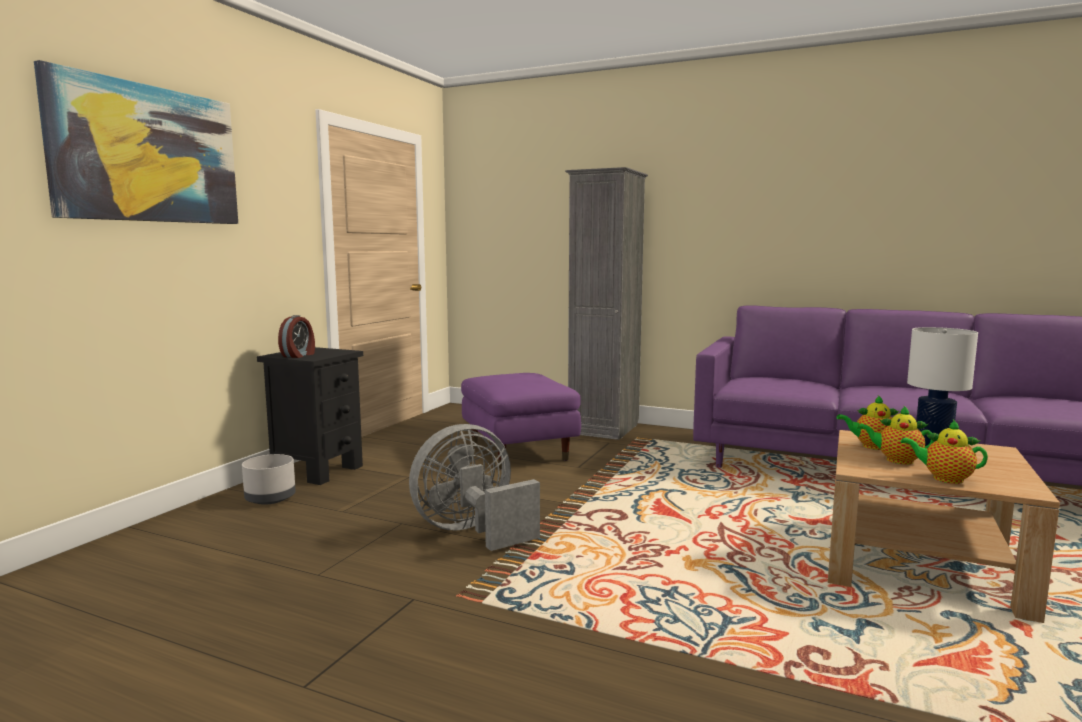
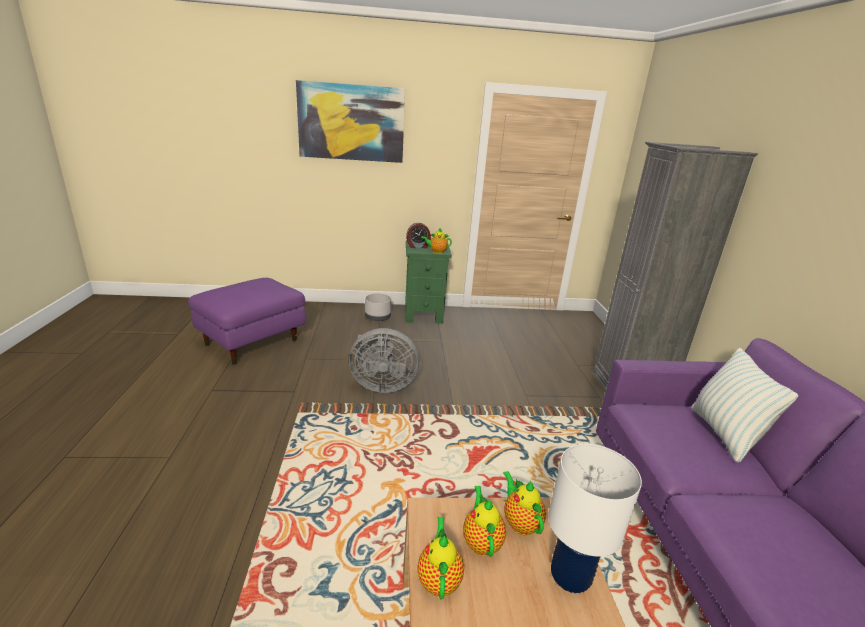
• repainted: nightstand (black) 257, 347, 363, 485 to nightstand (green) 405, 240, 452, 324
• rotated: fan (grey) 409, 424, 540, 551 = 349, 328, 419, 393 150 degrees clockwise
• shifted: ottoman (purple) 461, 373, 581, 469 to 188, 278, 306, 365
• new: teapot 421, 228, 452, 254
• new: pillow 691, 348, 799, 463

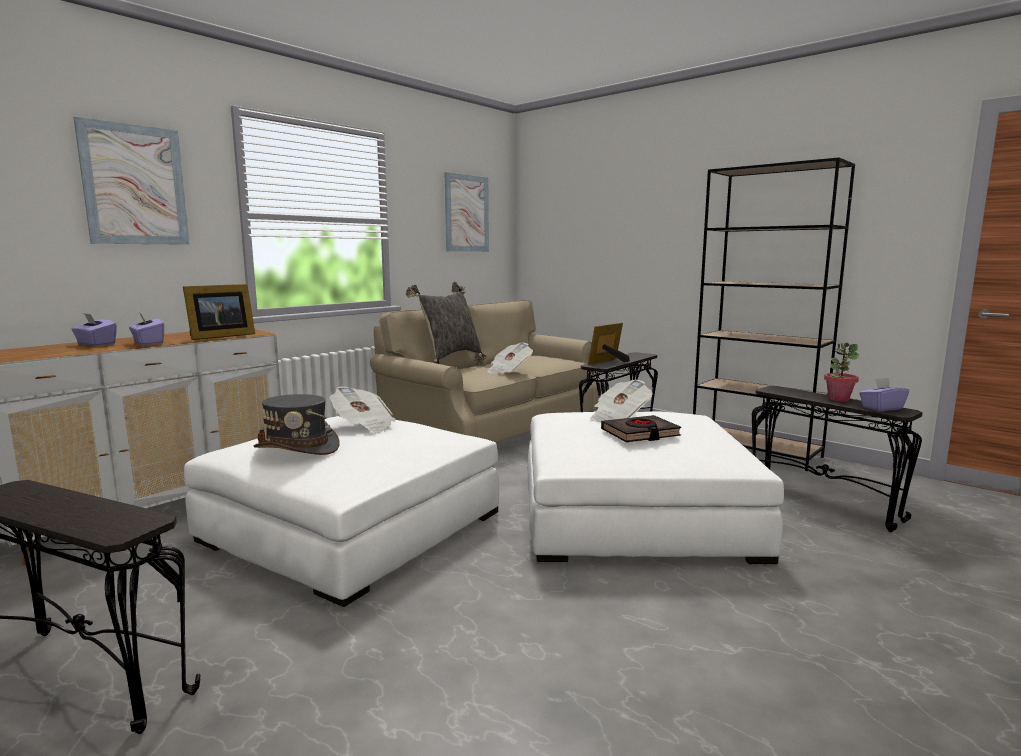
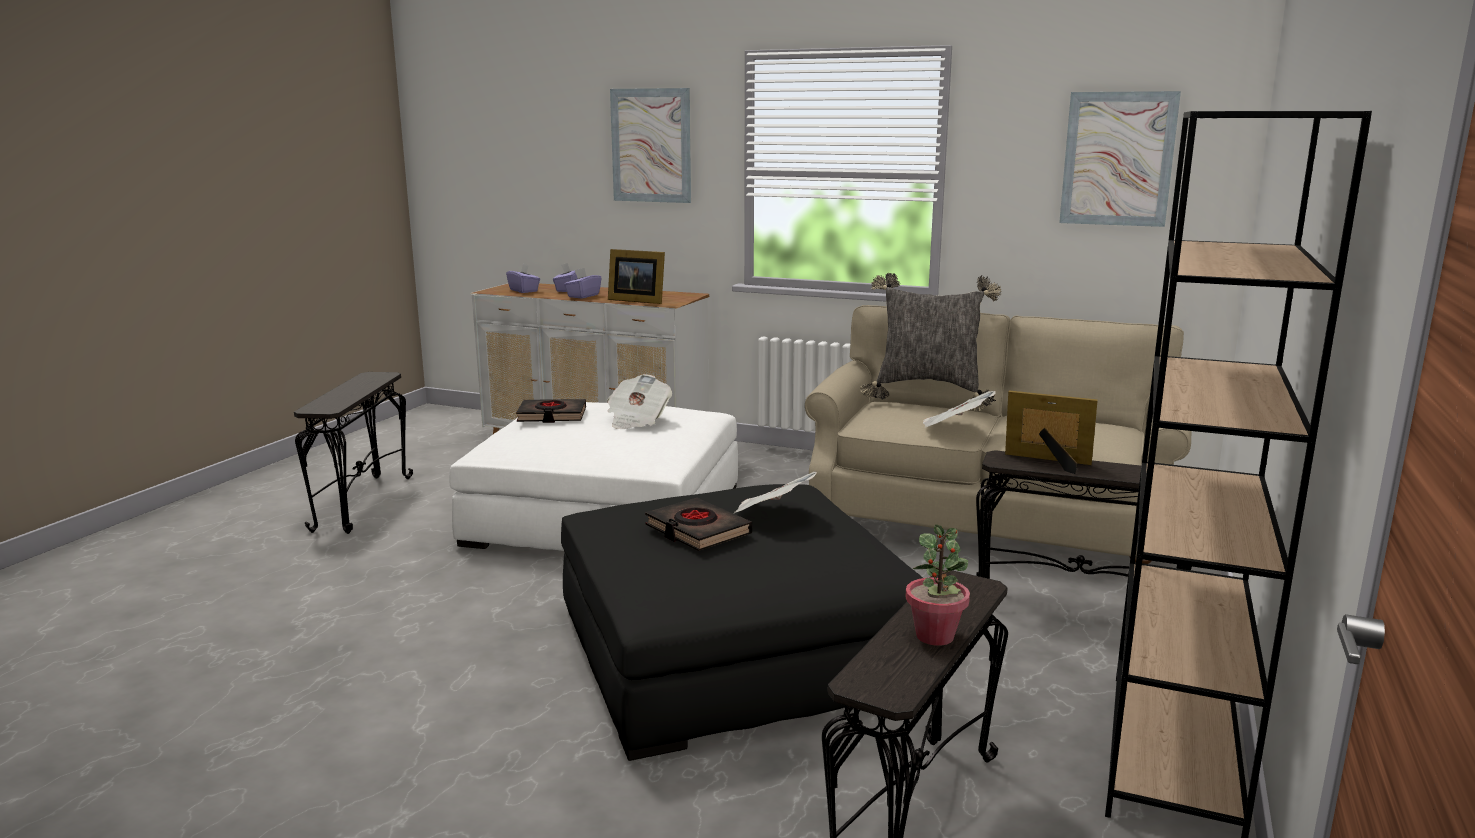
• swapped: hat (grey) 254, 394, 340, 455 to book (black) 516, 399, 586, 423
• repainted: ottoman (white) 527, 411, 784, 565 to ottoman (black) 561, 484, 931, 761
• shifted: tissue box (purple) 859, 378, 909, 411 to 506, 264, 540, 293

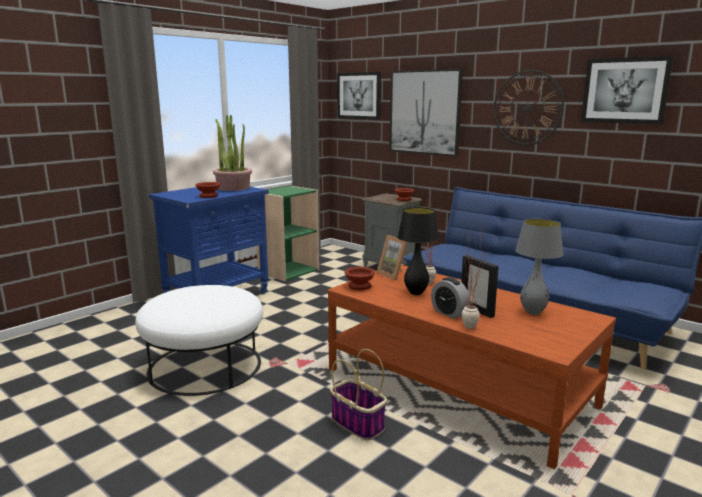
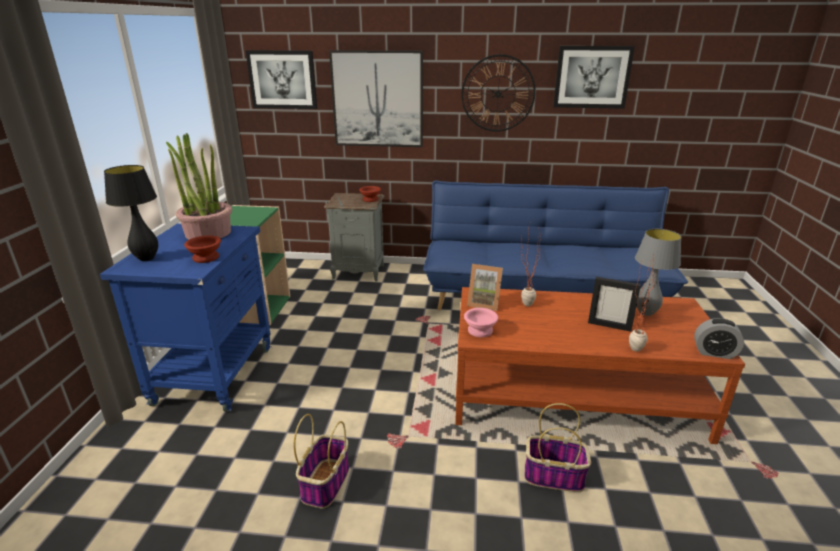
• swapped: ottoman (white) 135, 285, 263, 396 to basket 294, 414, 349, 509
• repainted: bowl (brown) 344, 267, 375, 290 to bowl (pink) 464, 308, 498, 338
• shifted: table lamp (black) 397, 207, 439, 295 to 104, 165, 158, 261
• shifted: alarm clock 431, 277, 470, 319 to 694, 318, 744, 359

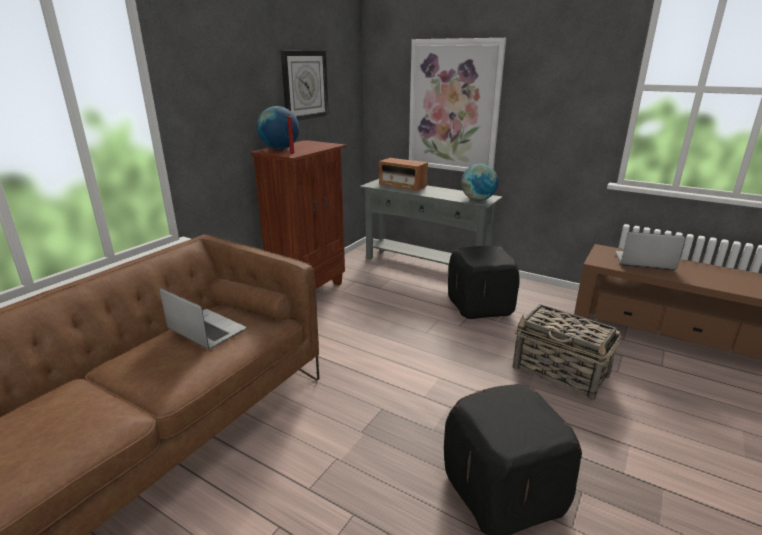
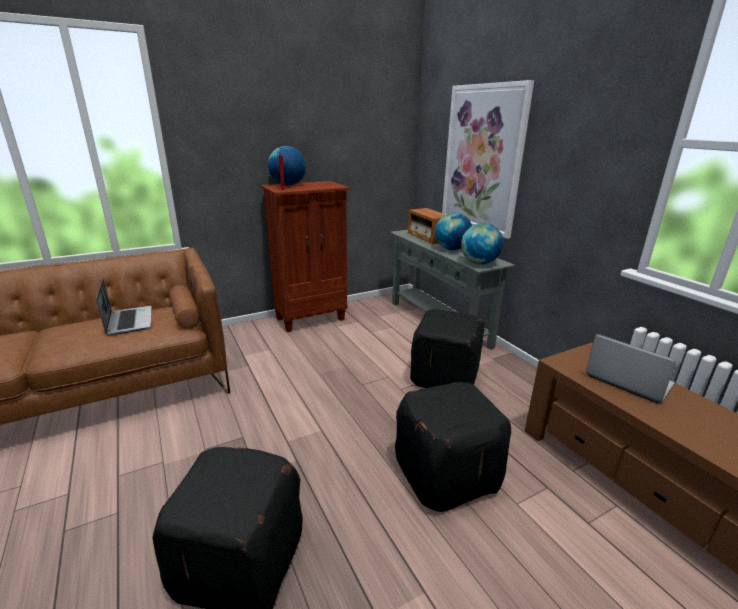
• gone: wall clock 281, 51, 329, 120
• swapped: basket 513, 304, 621, 401 to ottoman (black) 395, 382, 511, 512
• new: globe 435, 212, 472, 250

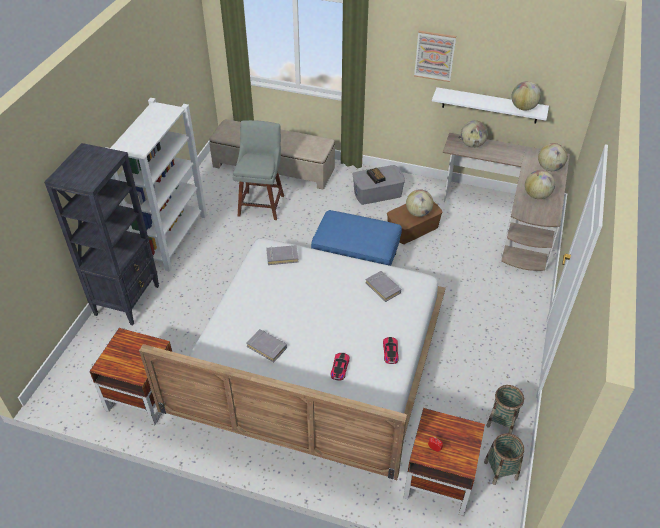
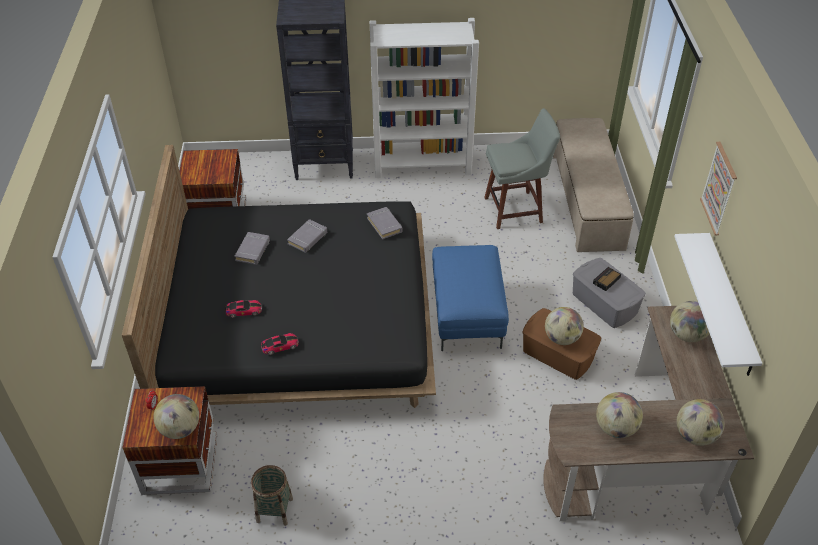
• repainted: bed (white) 139, 238, 446, 480 to bed (black) 122, 145, 436, 408
• shifted: book (grey) 365, 271, 401, 302 to 287, 219, 327, 253
• gone: basket 484, 433, 524, 485
• shifted: globe 512, 81, 541, 110 to 153, 394, 199, 439

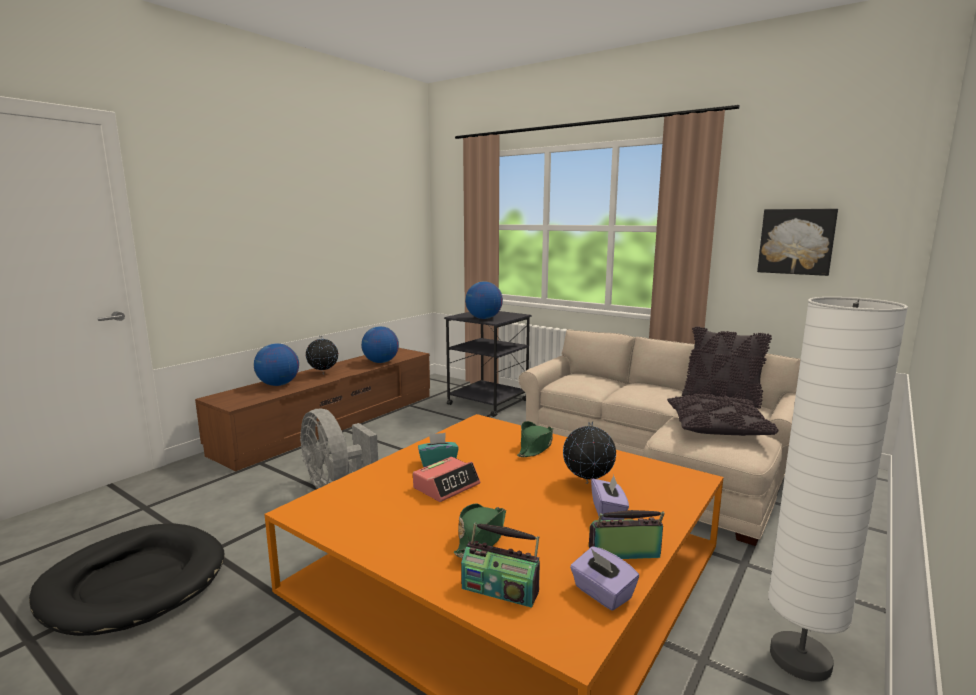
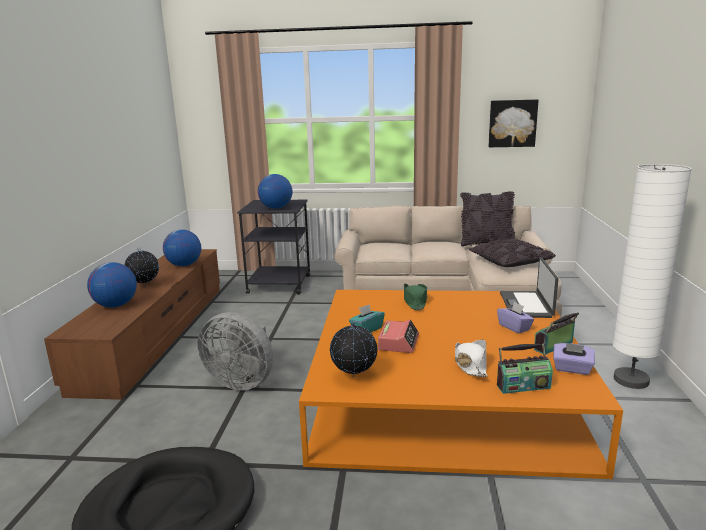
• repainted: hat (green) 454, 503, 506, 558 to hat (white) 455, 340, 488, 377
• shifted: globe 563, 421, 616, 484 to 330, 321, 378, 377
• new: laptop 500, 257, 559, 318

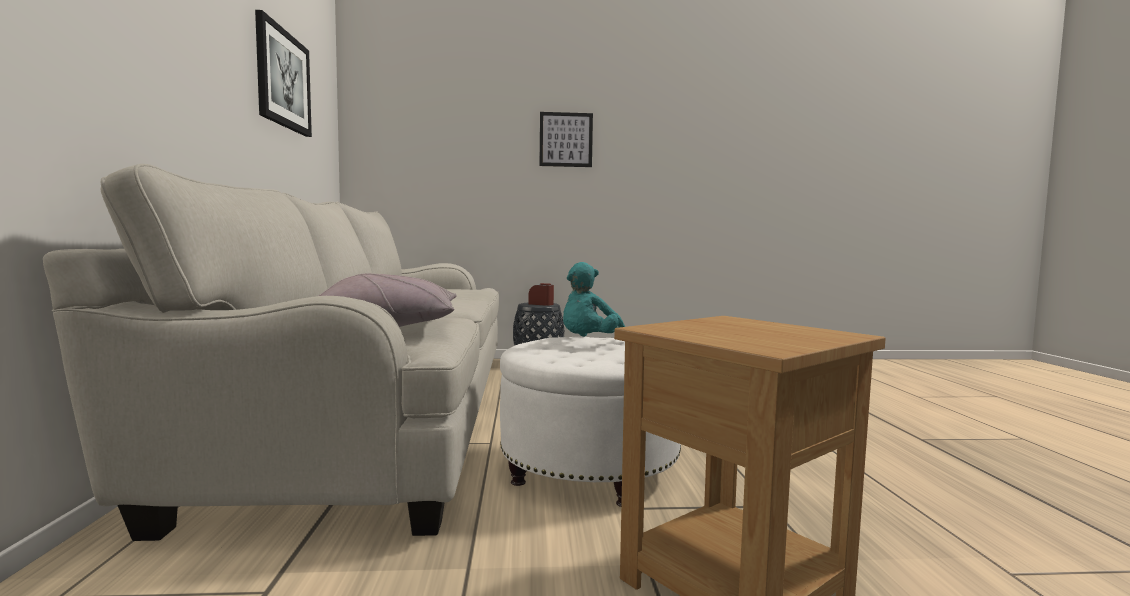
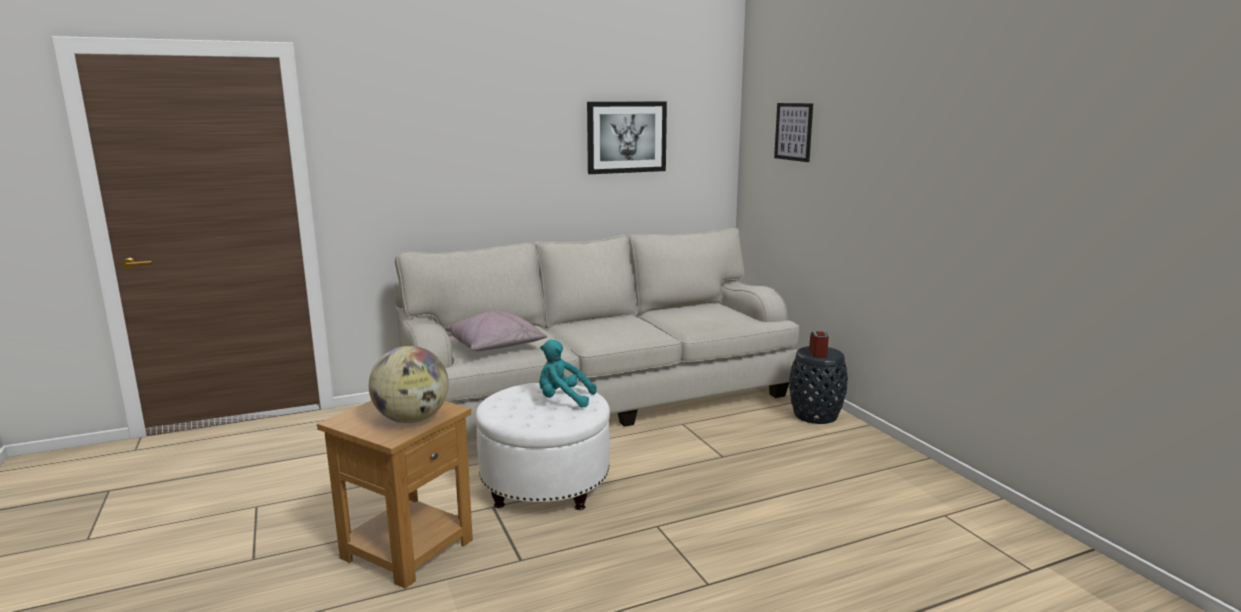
• shifted: picture 539, 112, 593, 167 to 774, 103, 813, 162
• new: globe 369, 346, 449, 423

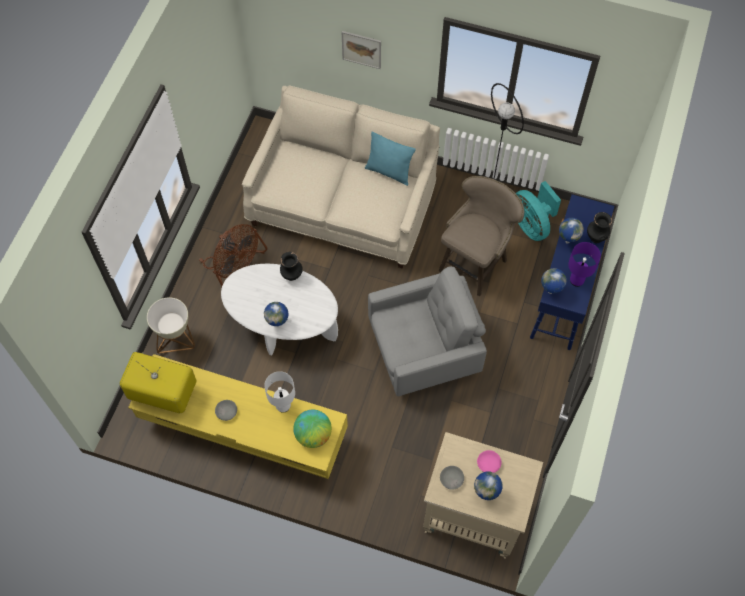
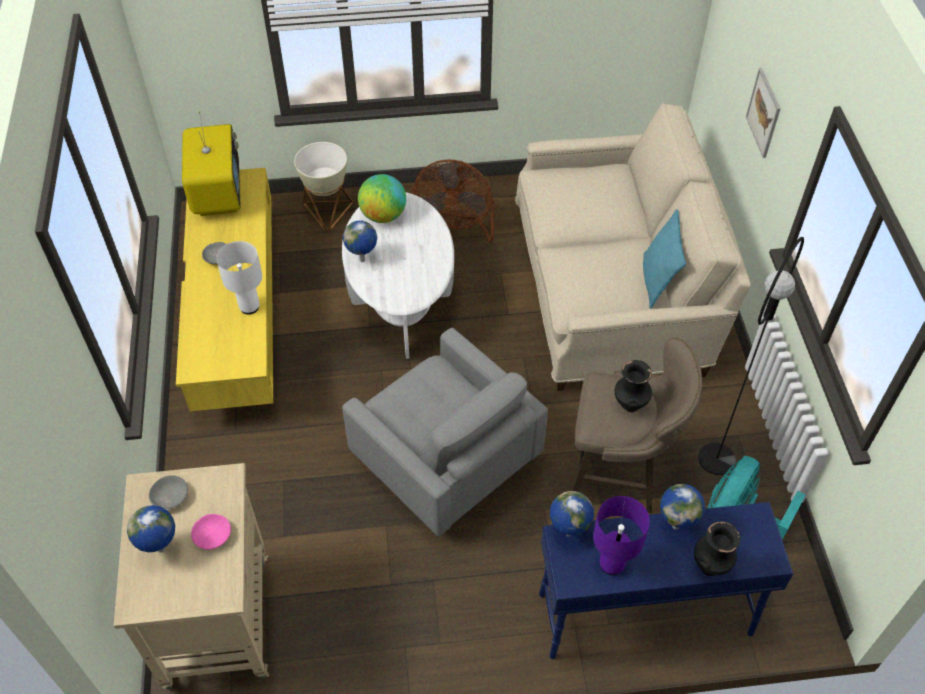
• shifted: vase (black) 280, 252, 303, 281 to 614, 360, 652, 412
• shifted: globe 293, 410, 332, 448 to 358, 174, 406, 223

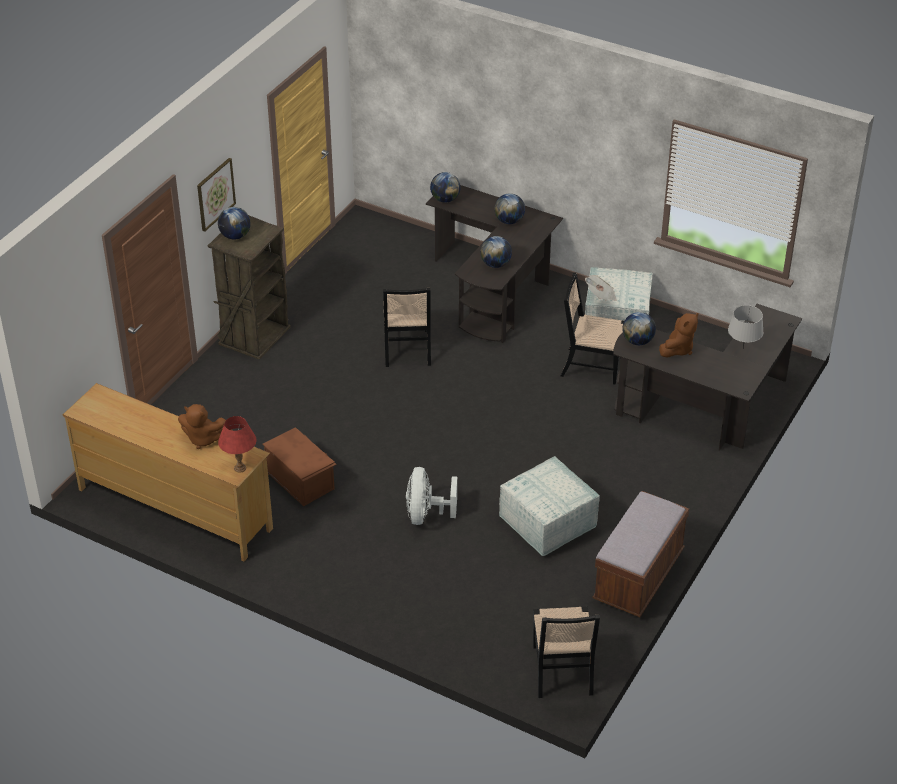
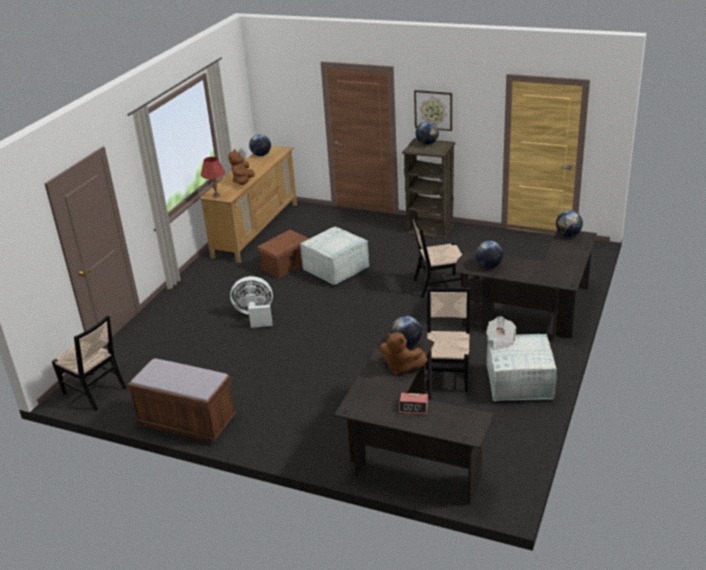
• shifted: globe 494, 193, 525, 224 to 249, 134, 271, 156
• shifted: ottoman (white) 499, 456, 600, 556 to 300, 227, 369, 285
• rotated: chair 533, 607, 600, 698 = 52, 315, 127, 411 135 degrees counterclockwise
• swapped: table lamp (grey) 728, 305, 764, 348 to alarm clock 399, 393, 428, 415

